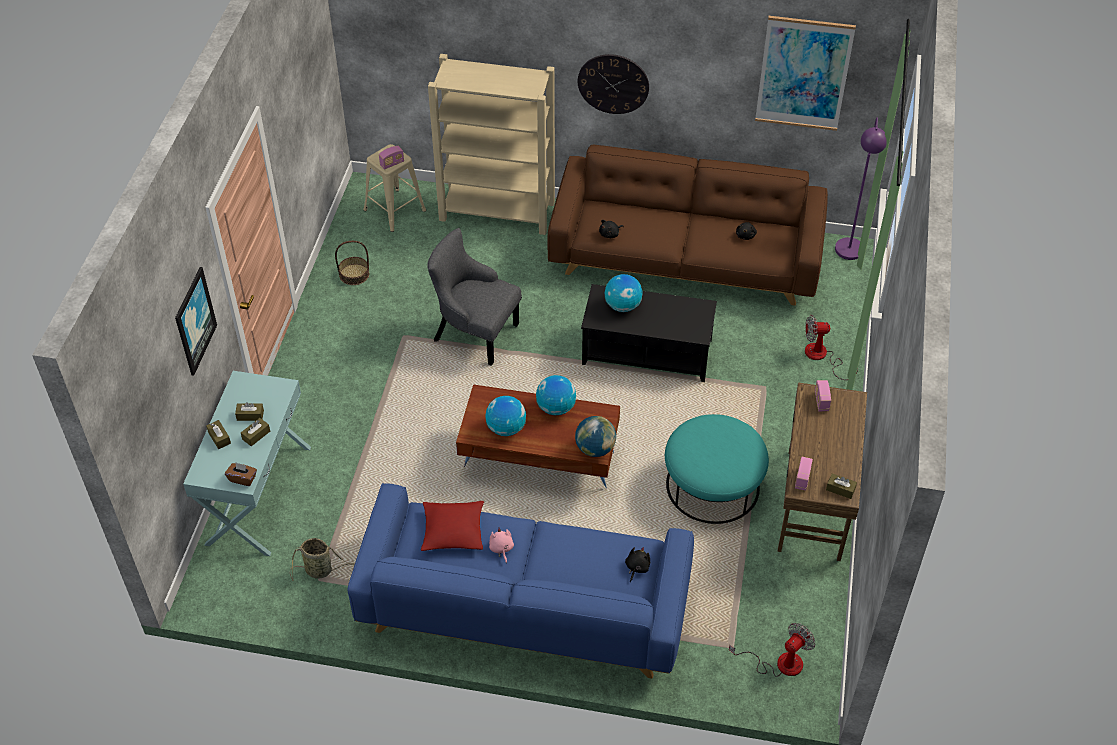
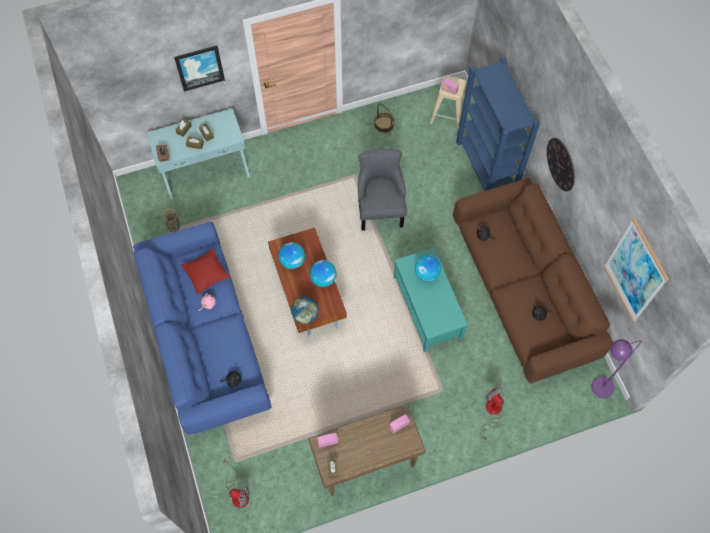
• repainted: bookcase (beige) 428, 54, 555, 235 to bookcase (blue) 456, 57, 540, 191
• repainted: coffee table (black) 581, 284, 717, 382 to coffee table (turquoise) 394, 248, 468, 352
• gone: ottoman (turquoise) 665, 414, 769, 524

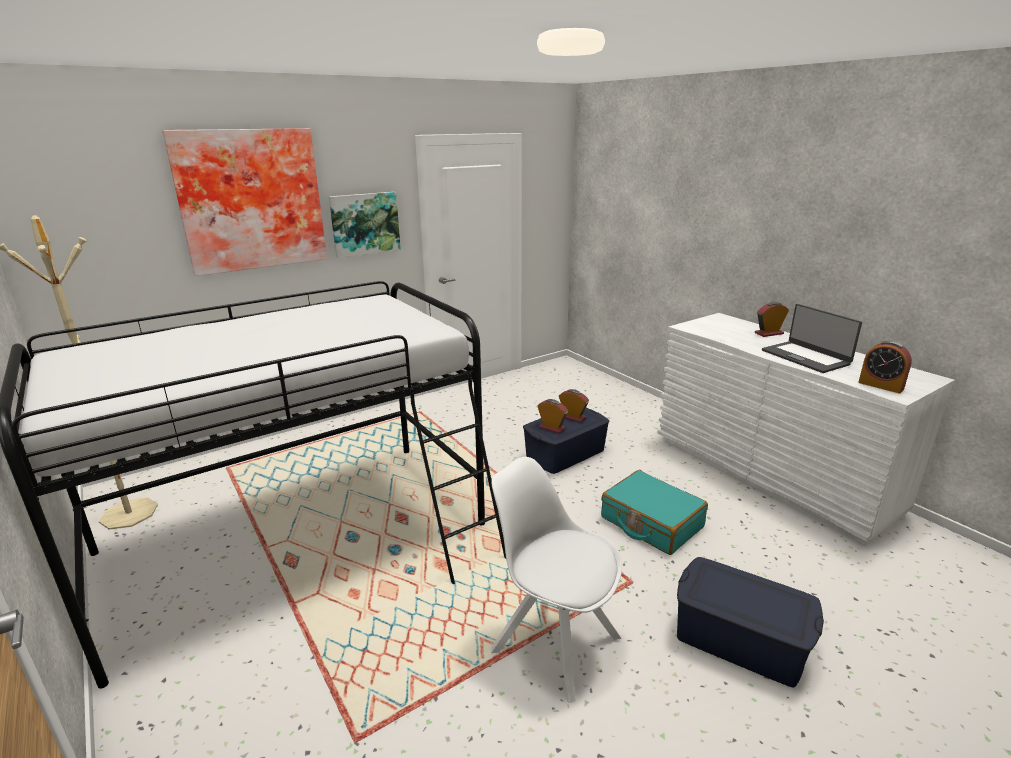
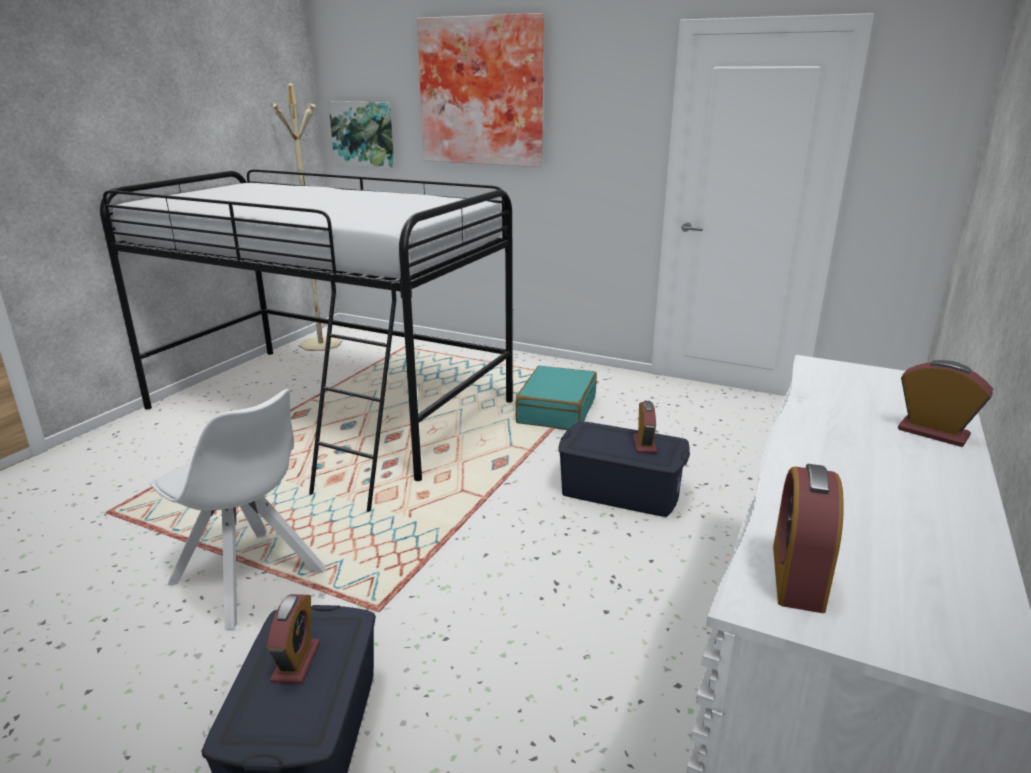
• shifted: picture 329, 192, 401, 258 to 329, 101, 394, 168
• rotated: chair (white) 491, 457, 622, 703 = 150, 389, 326, 630 120 degrees clockwise
• shifted: alarm clock 537, 399, 568, 434 to 266, 594, 320, 684
• shifted: suitcase (turquoise) 601, 470, 708, 555 to 516, 366, 597, 430
• gone: laptop 762, 304, 862, 373

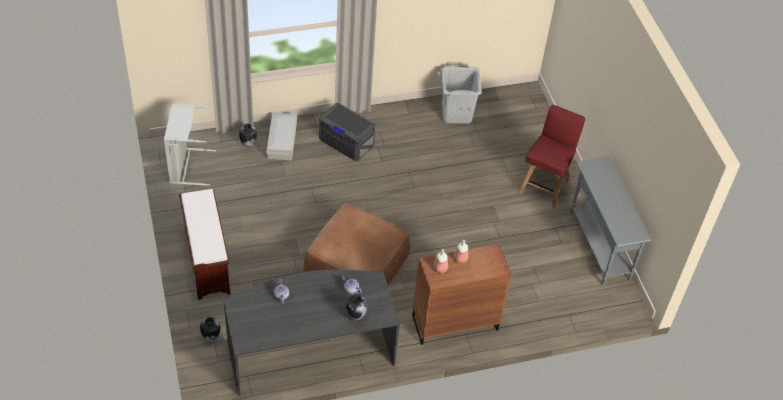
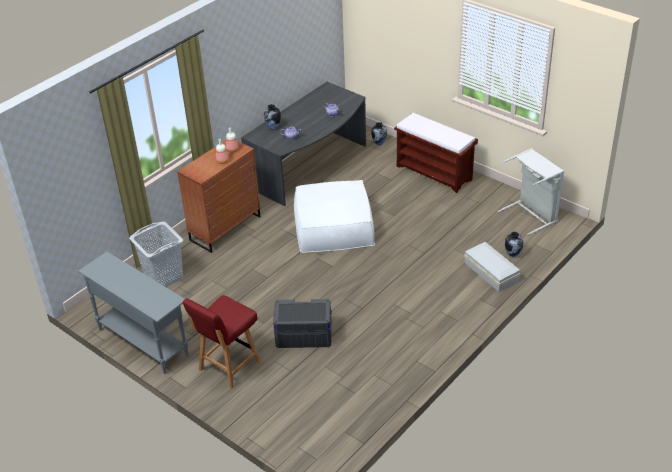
• repainted: ottoman (brown) 303, 203, 410, 285 to ottoman (white) 294, 180, 375, 253
• shifted: storage box (grey) 319, 103, 375, 161 to 273, 299, 332, 348
• shifted: laundry basket (grey) 441, 65, 482, 124 to 129, 222, 183, 287
• rotated: chair (red) 519, 105, 585, 208 = 182, 295, 261, 389 45 degrees clockwise

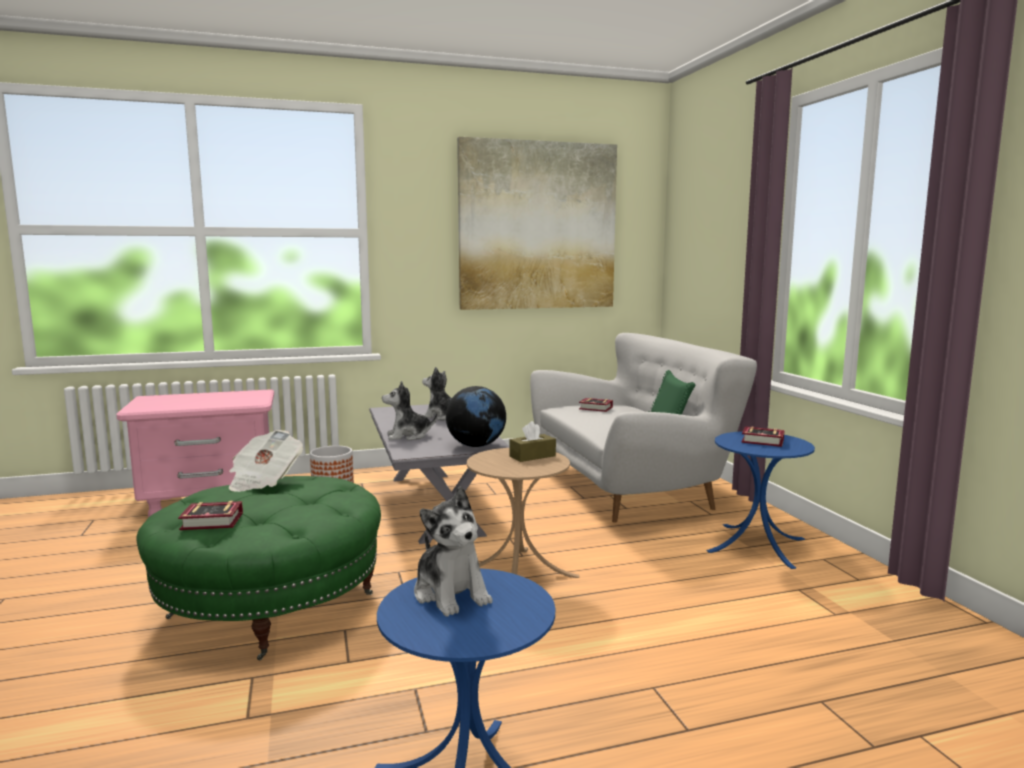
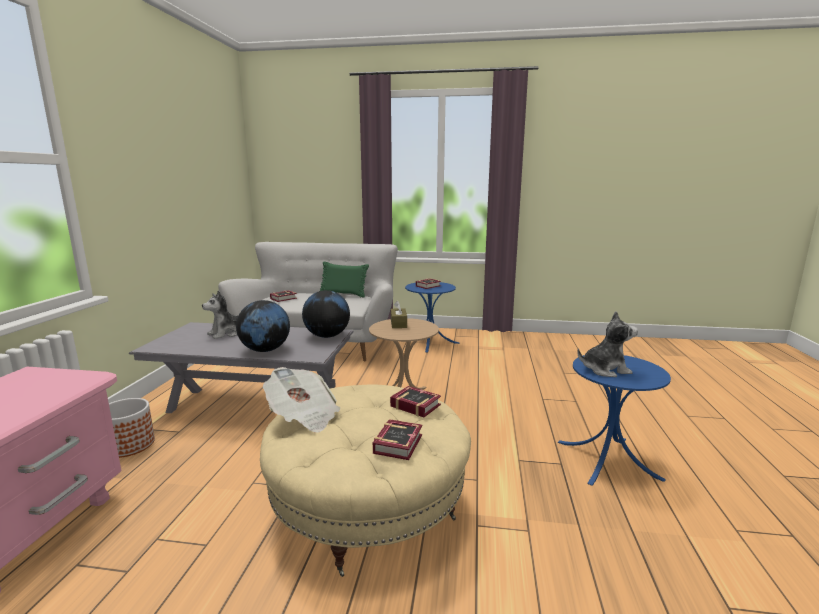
• repainted: ottoman (green) 137, 476, 381, 660 to ottoman (beige) 260, 384, 471, 577
• swapped: plush toy 382, 381, 438, 441 to globe 236, 300, 290, 352
• gone: picture 457, 137, 617, 310
• new: book 390, 386, 441, 417

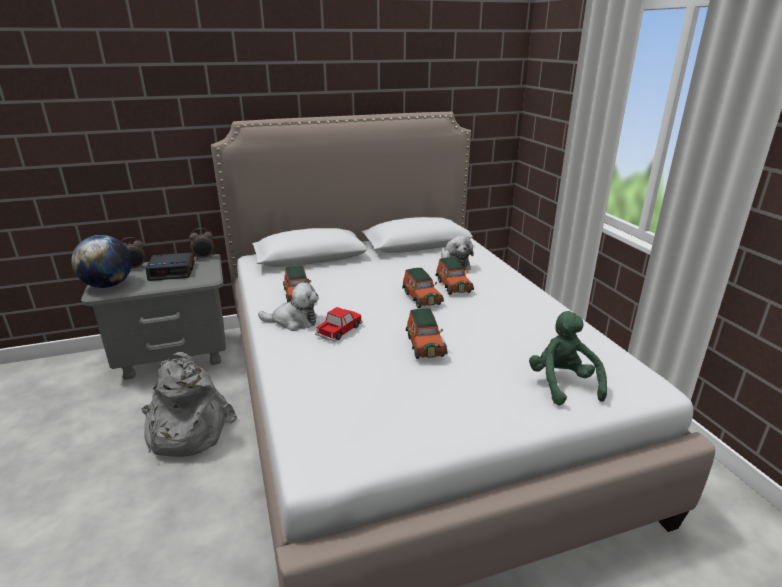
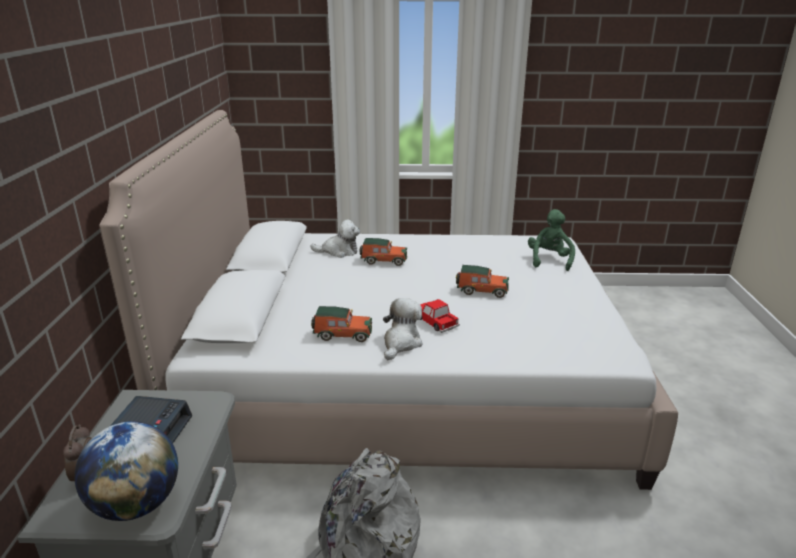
• gone: alarm clock 189, 228, 214, 259
• gone: toy car 402, 268, 444, 308
• rotated: plush toy (green) 529, 311, 607, 406 = 528, 209, 575, 271 90 degrees clockwise

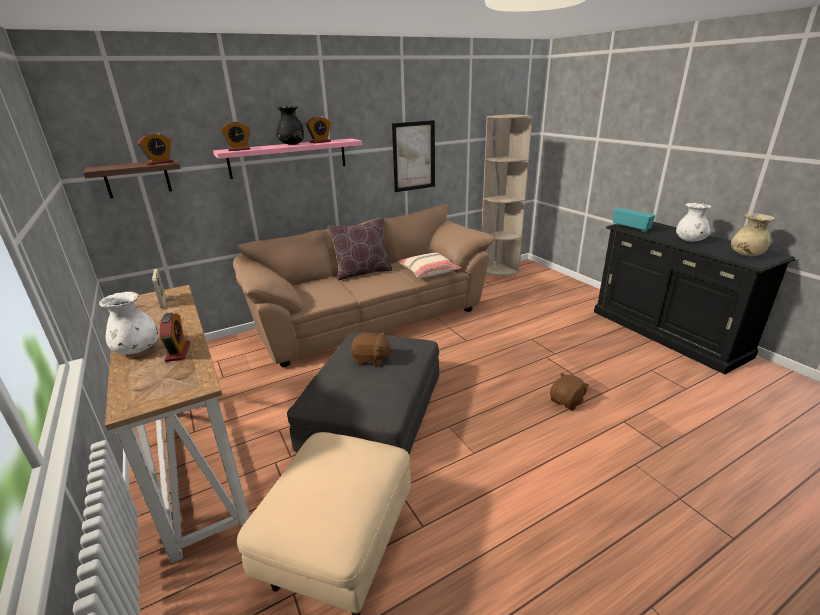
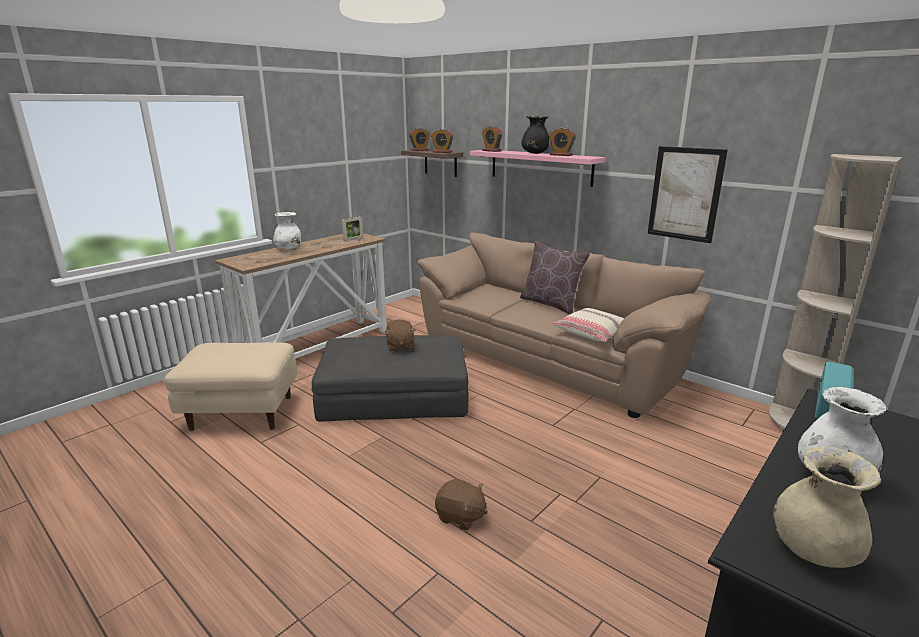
• shifted: alarm clock 159, 313, 190, 362 to 409, 128, 430, 151

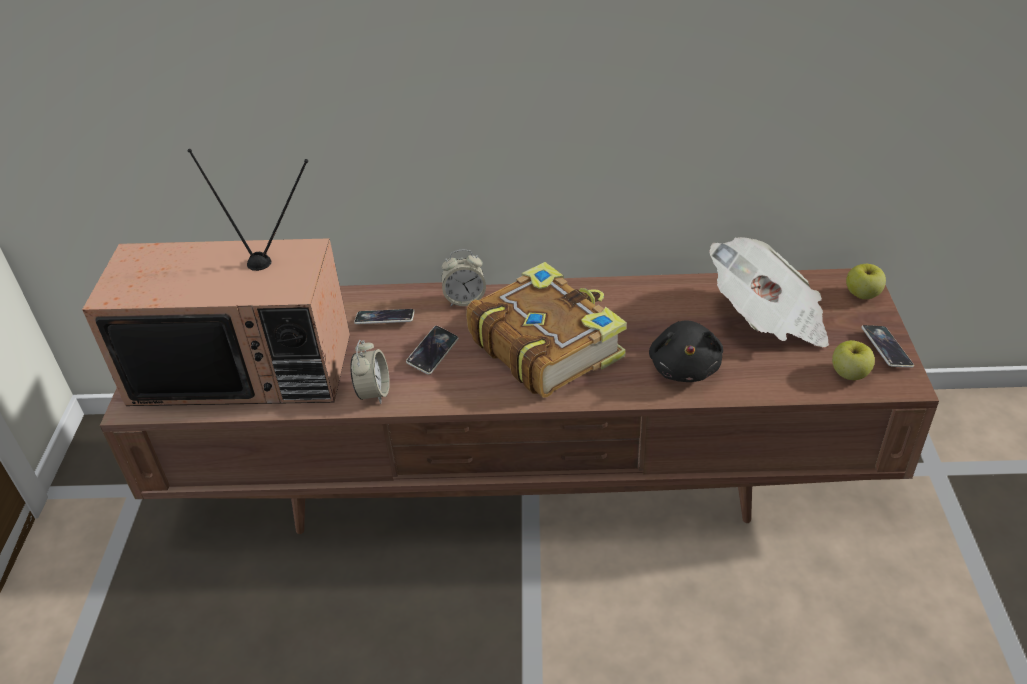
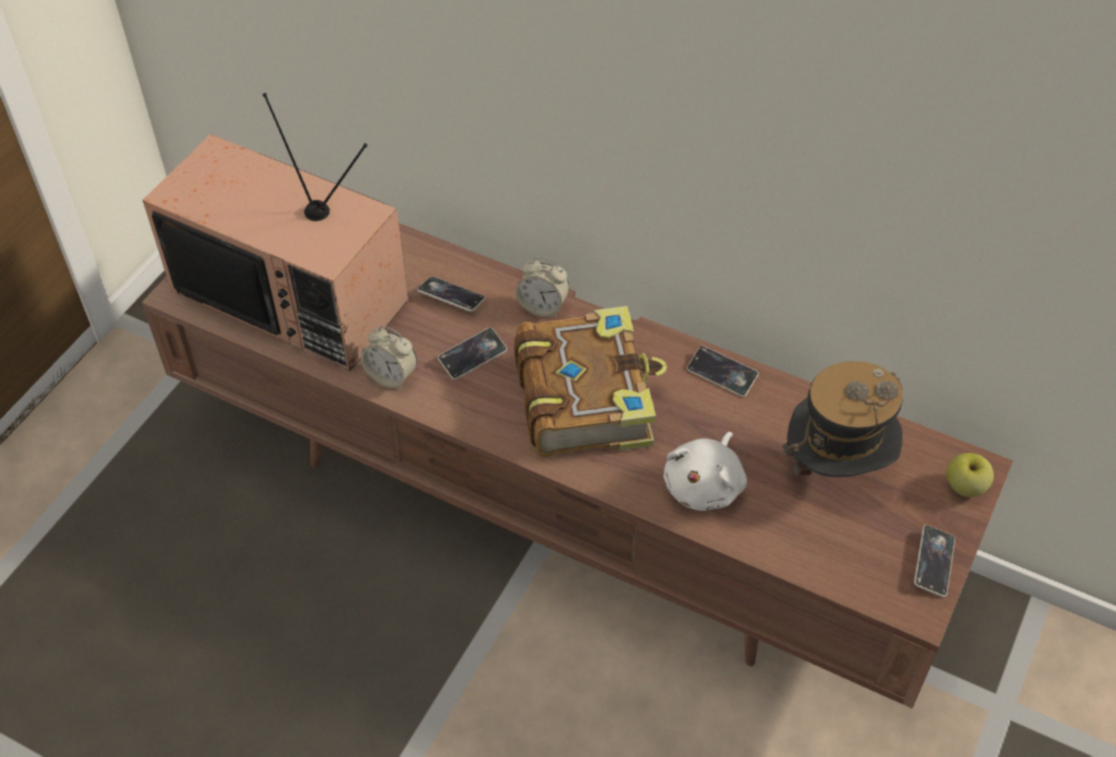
• rotated: alarm clock 350, 340, 390, 404 = 361, 326, 417, 390 90 degrees clockwise
• repainted: plush toy (black) 649, 321, 723, 382 to plush toy (white) 663, 432, 747, 511
• swapped: newspaper 709, 237, 829, 347 to hat 783, 361, 903, 501
• gone: apple 832, 340, 875, 380
• new: phone 687, 346, 759, 397

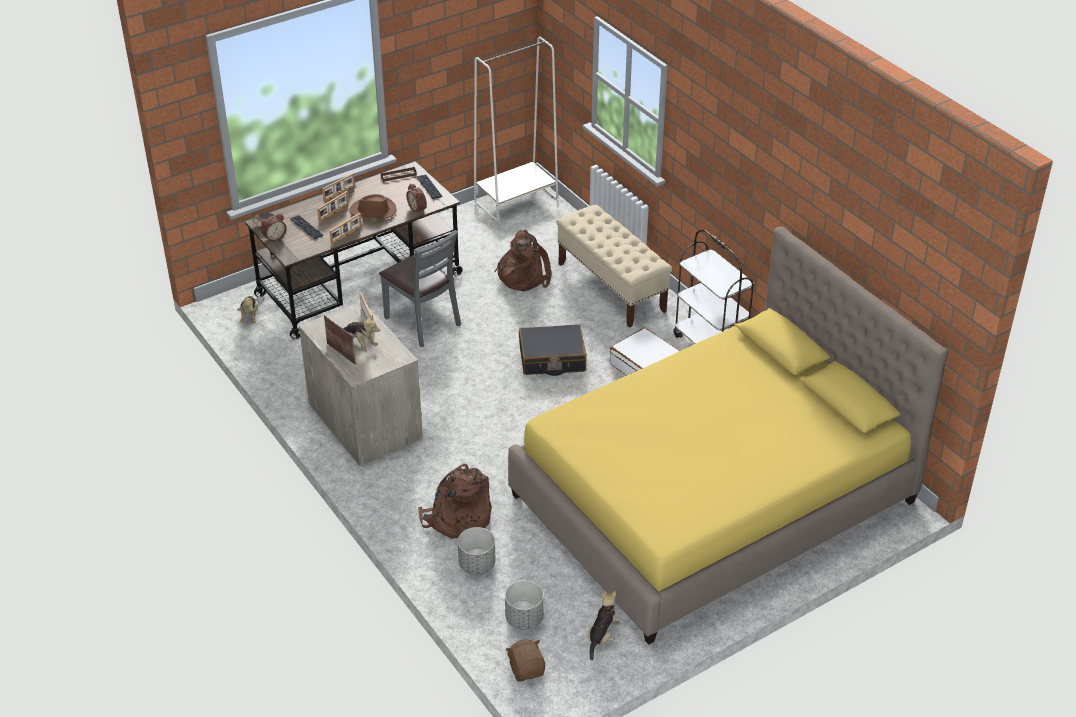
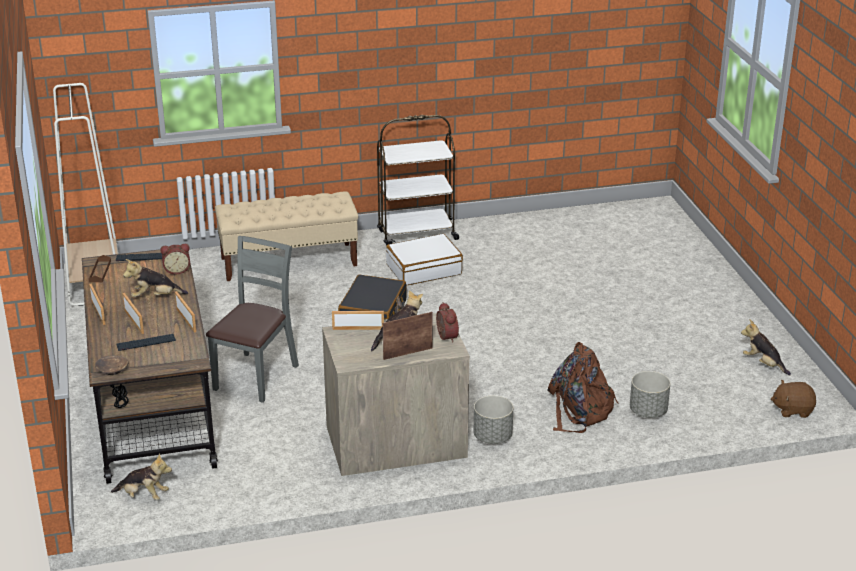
• shifted: alarm clock 261, 214, 286, 242 to 436, 302, 459, 343
• swapped: hat (brown) 349, 194, 397, 219 to plush toy 123, 259, 188, 297
• rotated: chair (grey) 379, 230, 461, 347 = 206, 236, 299, 403 45 degrees counterclockwise
• gone: backpack (brown) 494, 229, 551, 291
• shifted: planter (grey) 505, 580, 544, 630 to 474, 396, 513, 444
• gone: bed (yellow) 508, 227, 948, 644

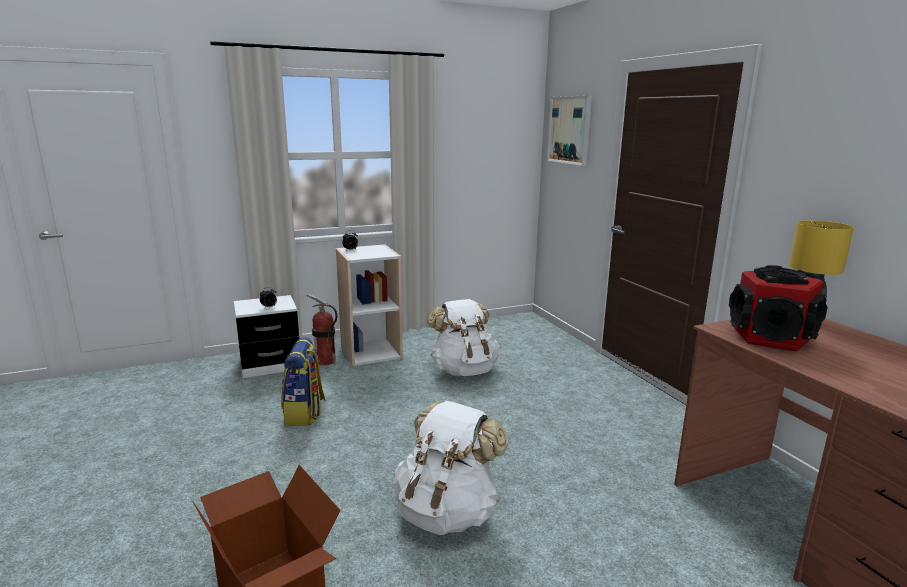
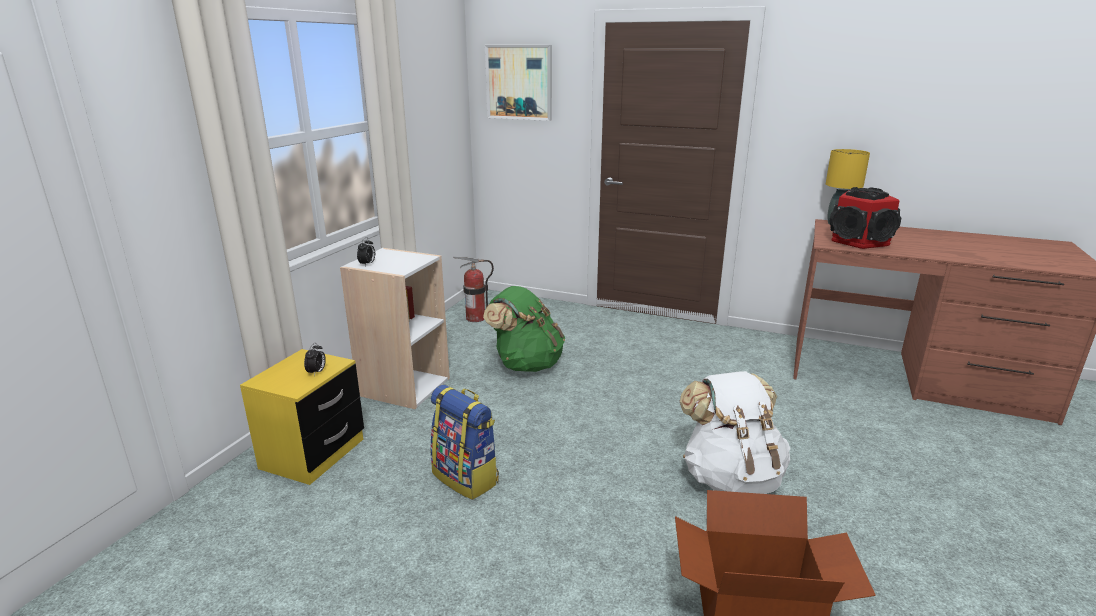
• repainted: nightstand (white) 234, 295, 299, 378 to nightstand (yellow) 240, 349, 364, 485
• shifted: fire extinguisher 307, 294, 337, 366 to 453, 256, 494, 322
• repainted: backpack (white) 427, 299, 500, 376 to backpack (green) 483, 286, 565, 372

